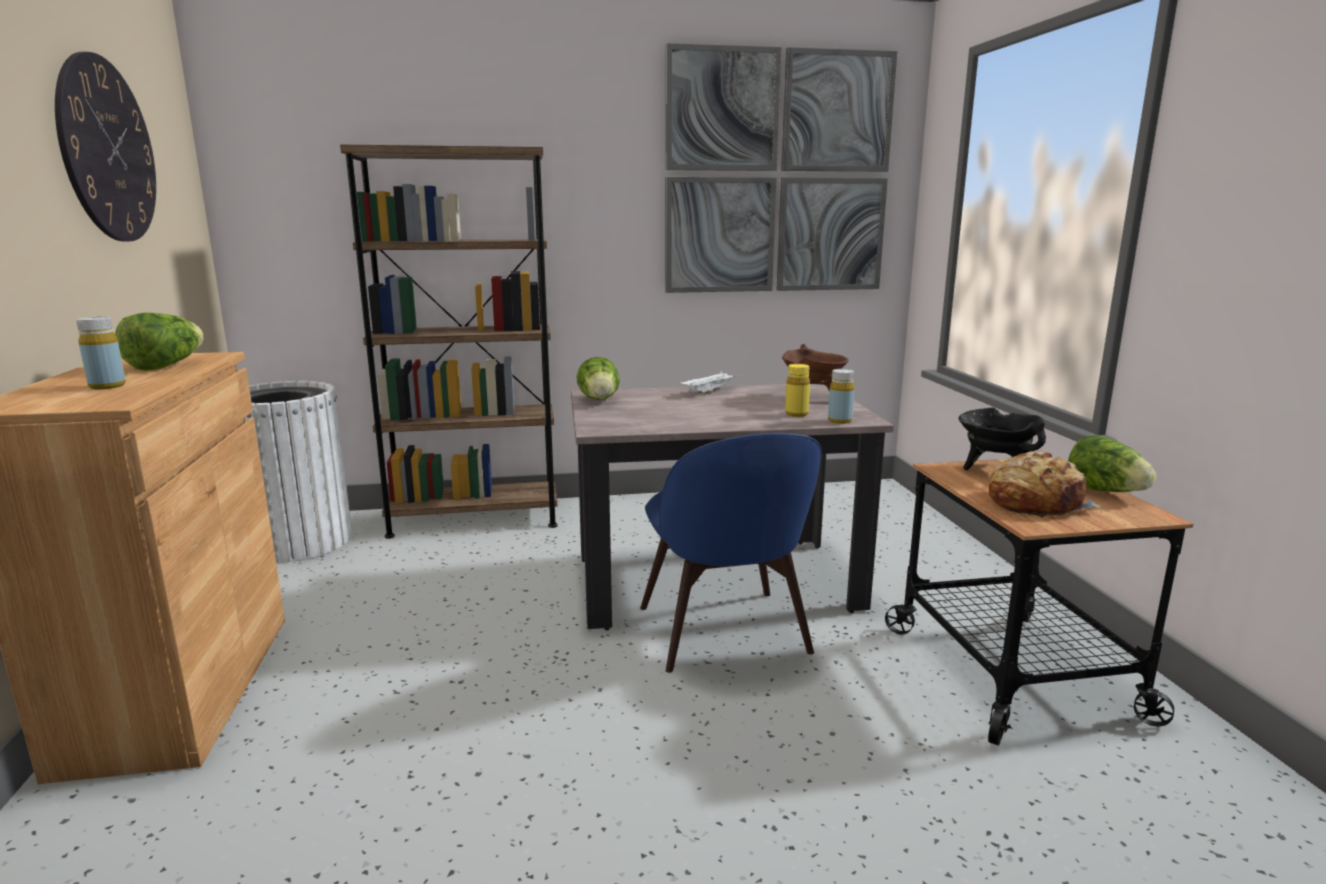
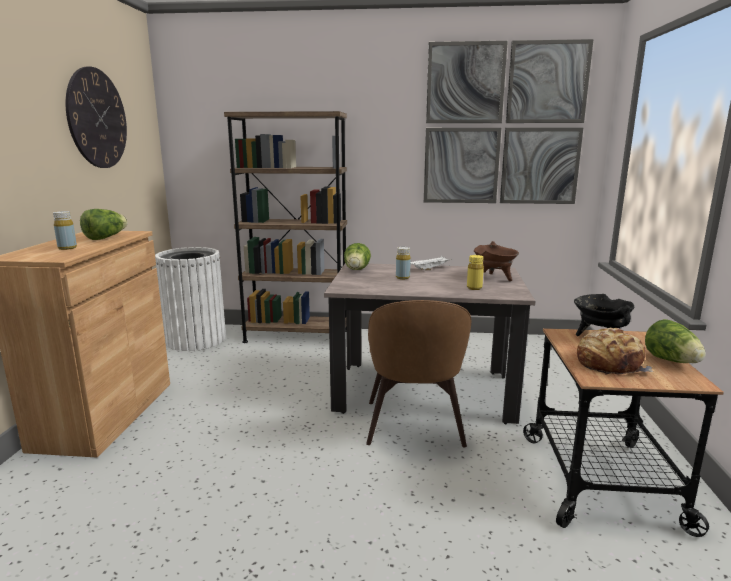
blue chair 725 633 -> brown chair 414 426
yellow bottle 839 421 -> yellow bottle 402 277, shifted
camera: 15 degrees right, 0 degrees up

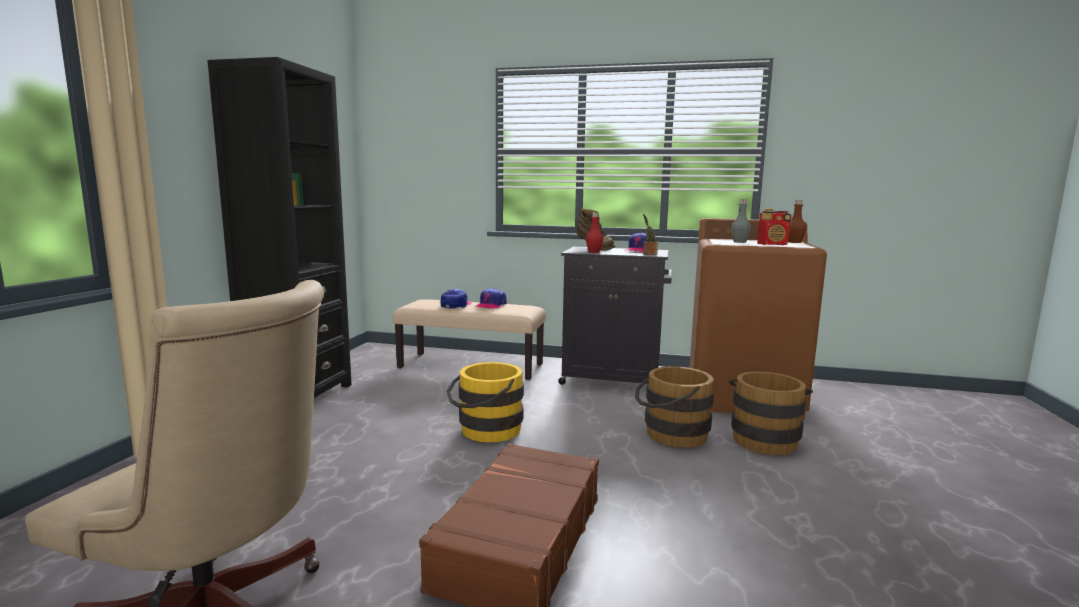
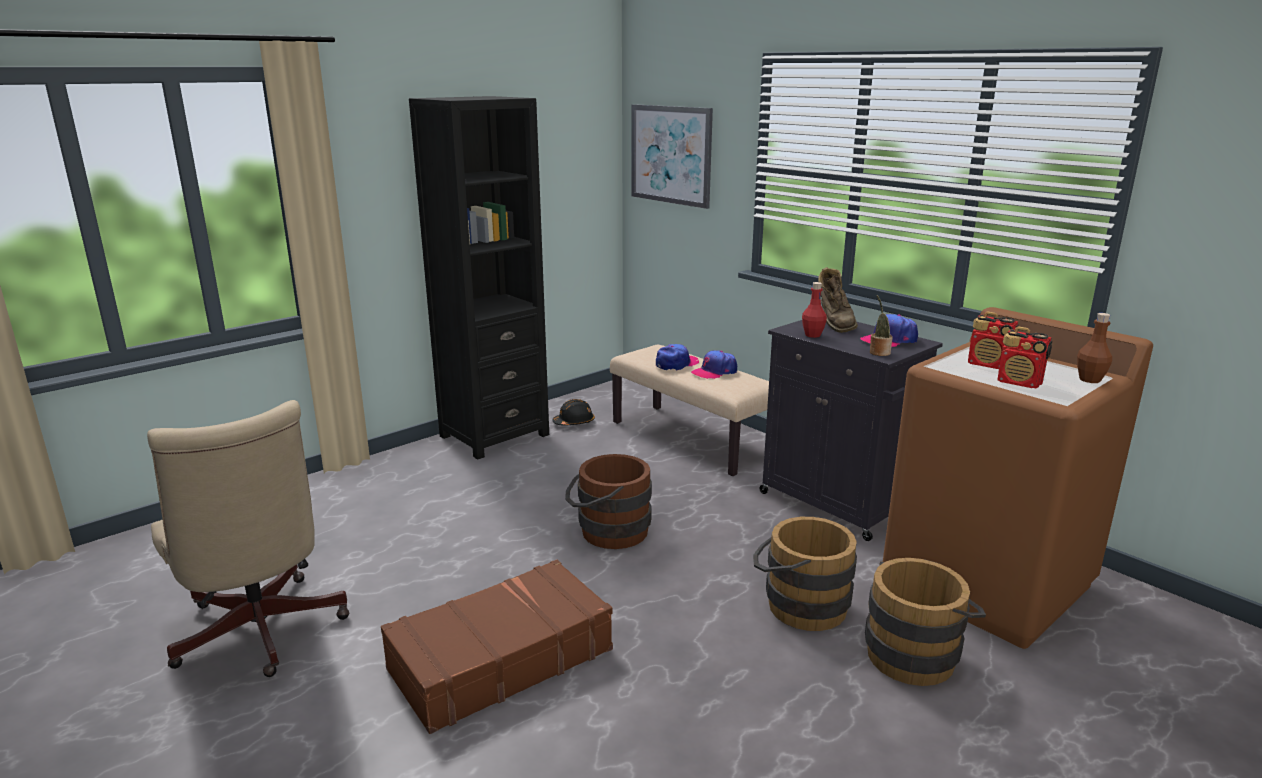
none -> black hard hat 574 422
yellow bucket 485 431 -> brown bucket 607 531
none -> picture 671 155
grey bottle 739 242 -> radio 989 365
camera: 35 degrees right, 10 degrees up

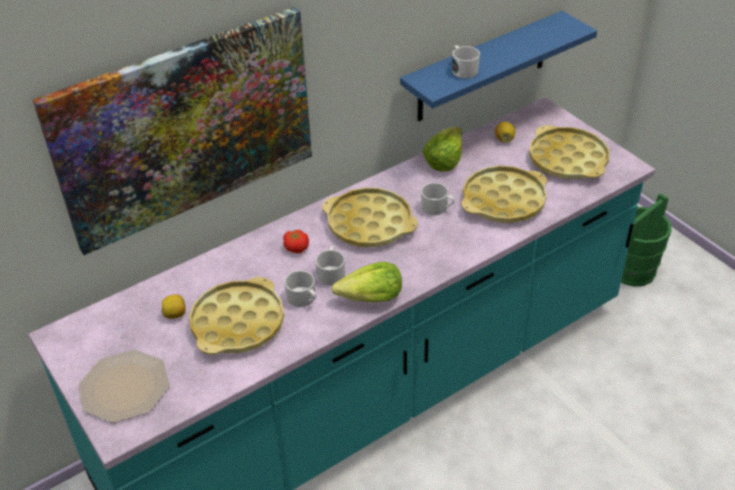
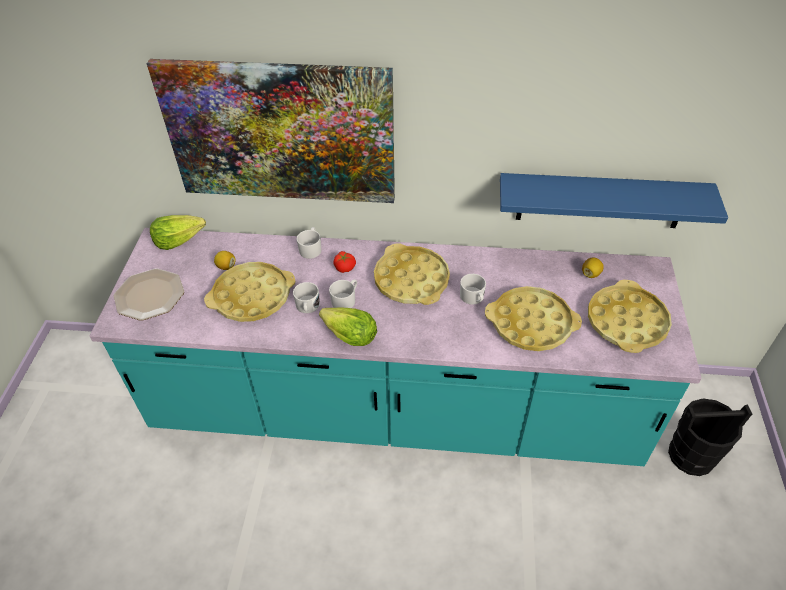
lettuce 444 160 -> lettuce 178 240, shifted
white mug 463 69 -> white mug 311 248, shifted
green bucket 633 270 -> black bucket 692 455
camera: 40 degrees right, 5 degrees up

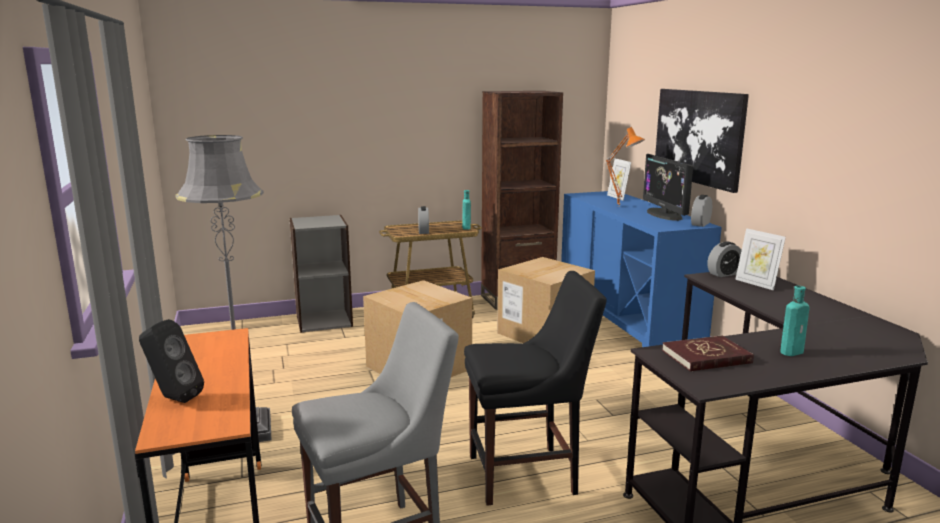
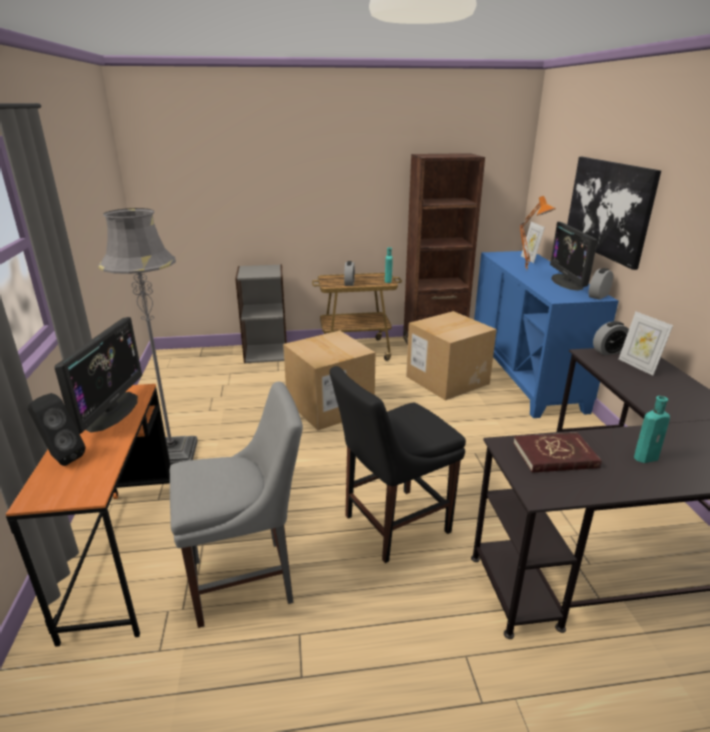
none -> monitor 111 411
black chair 528 474 -> black chair 392 525, 150 degrees clockwise
camera: 10 degrees right, 10 degrees up

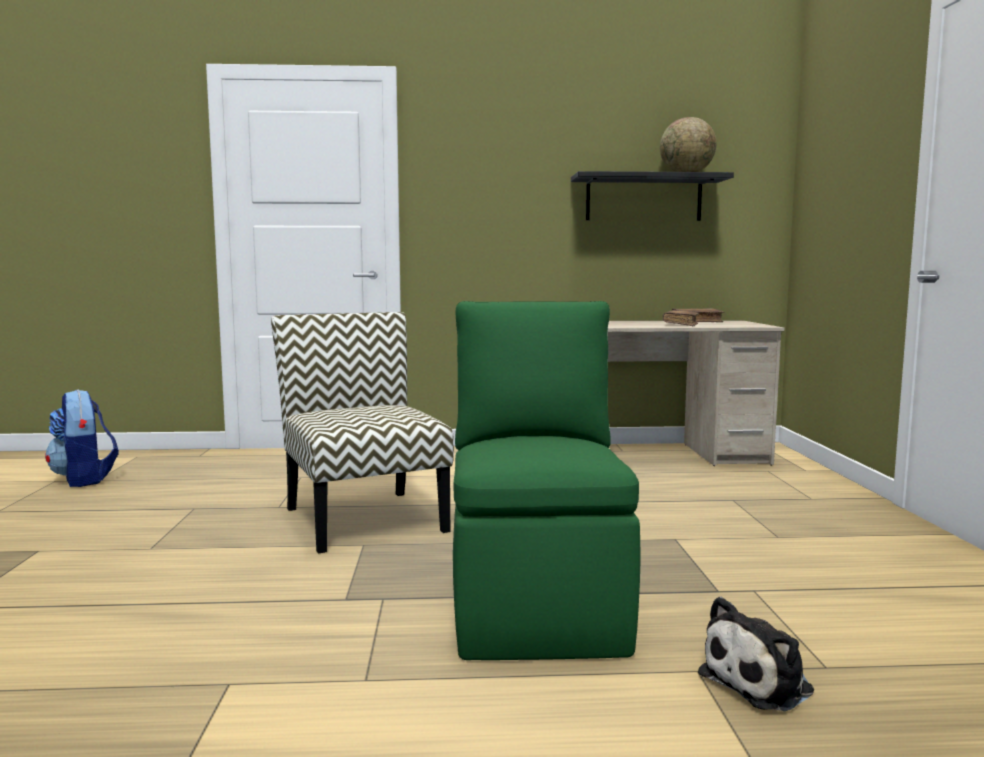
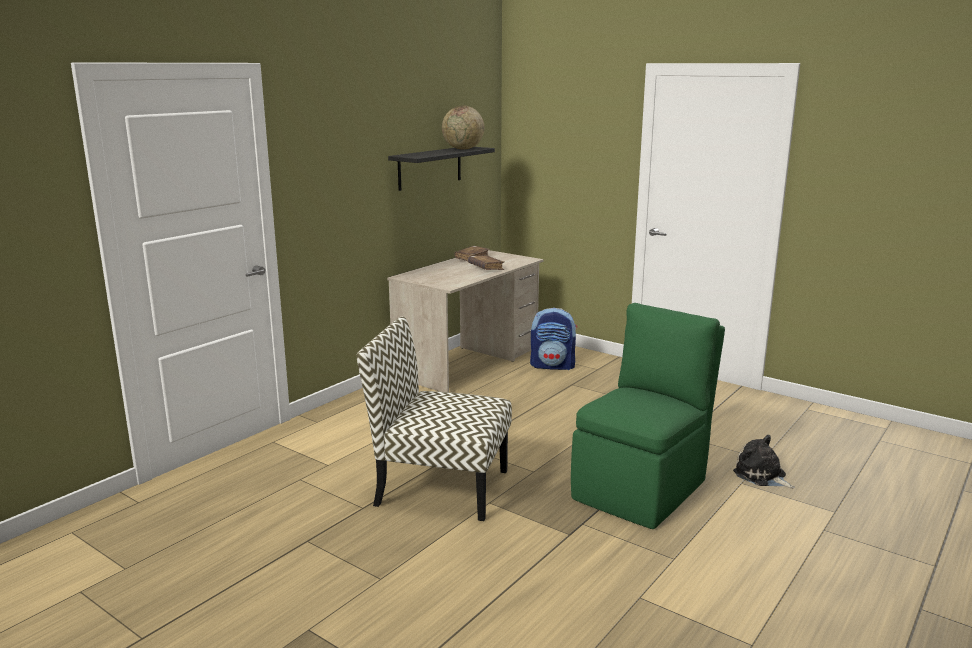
backpack 84 479 -> backpack 553 366, shifted
green chair 537 606 -> green chair 642 488, 90 degrees clockwise
plush toy 761 682 -> plush toy 761 476, 135 degrees clockwise
camera: 50 degrees left, 10 degrees up

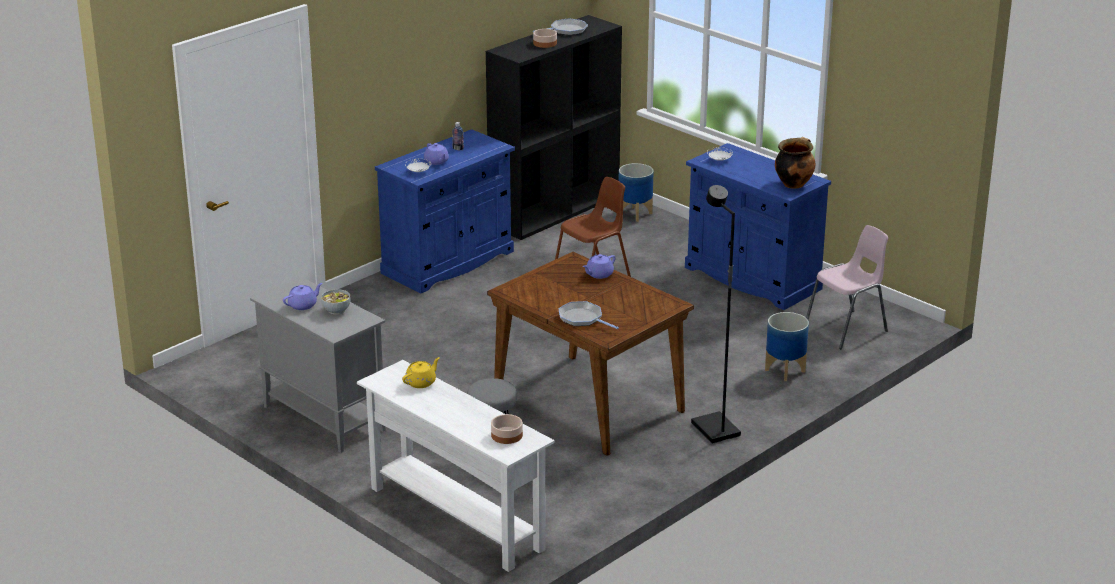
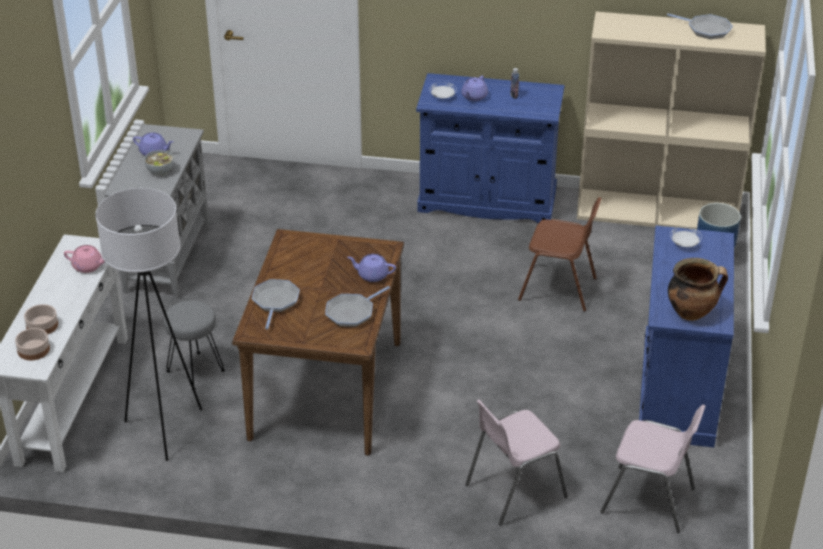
bowl 545 43 -> bowl 41 326, shifted
yellow teapot 421 382 -> pink teapot 88 266
none -> white floor lamp 165 429
none -> frying pan 352 312
planter 784 371 -> pink chair 514 490
black bookcase 555 210 -> beige bookcase 658 211
black floor lamp 714 430 -> none
camera: 55 degrees right, 10 degrees up

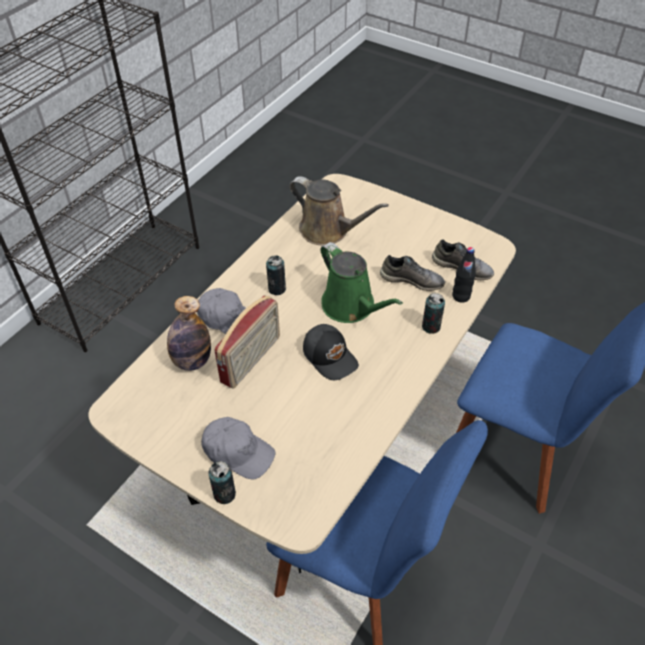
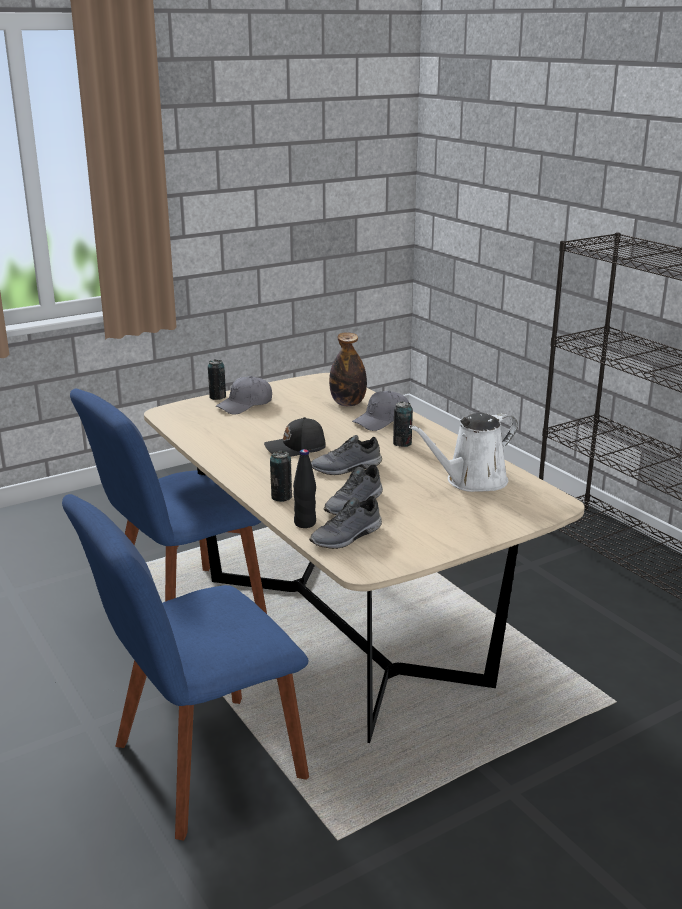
green watering can 351 306 -> grey shoe 346 468
brown watering can 328 231 -> white watering can 471 481
radio 252 360 -> none
camera: 115 degrees right, 25 degrees down

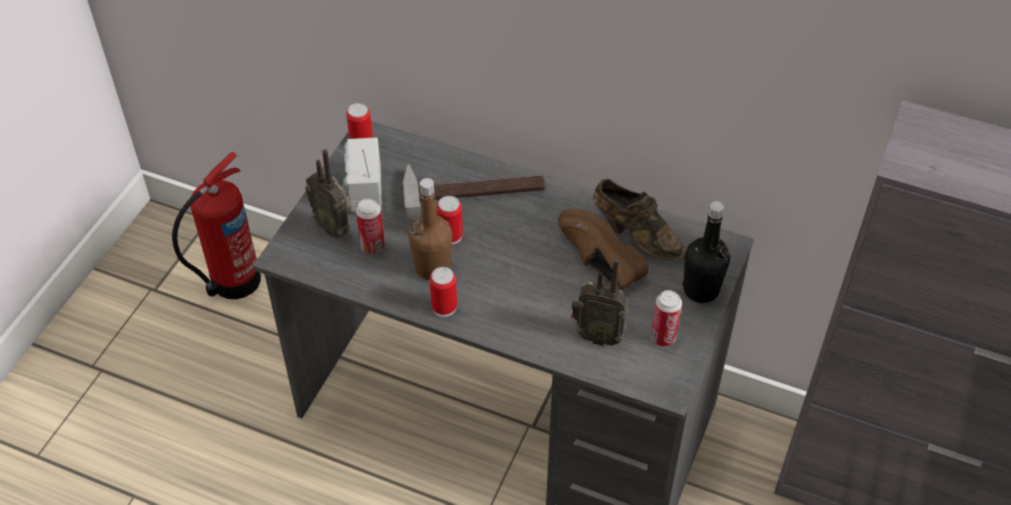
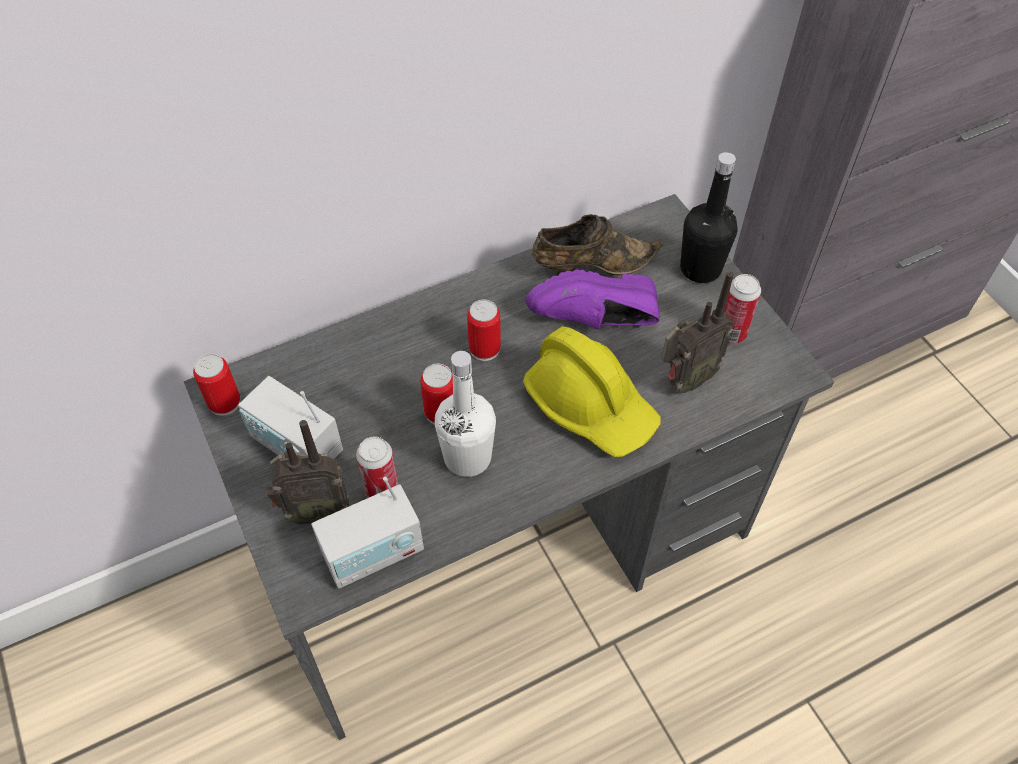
none -> radio 374 553
brown bottle 432 267 -> white bottle 467 457
can 444 307 -> can 484 349, shifted
none -> yellow hard hat 590 406
brown shoe 595 264 -> purple shoe 596 321
fire extinguisher 232 282 -> none
hammer 473 187 -> none
camera: 50 degrees left, 5 degrees up

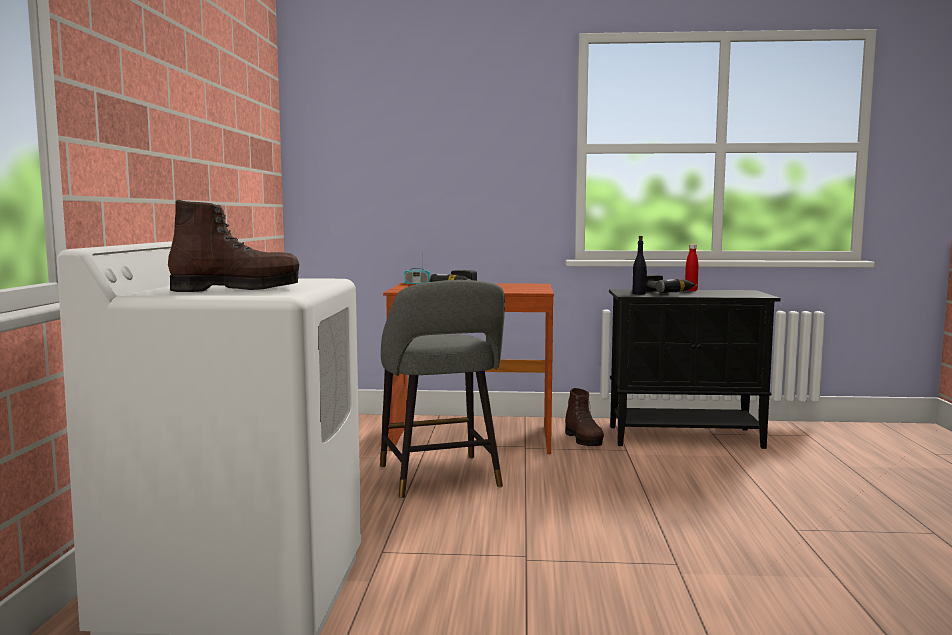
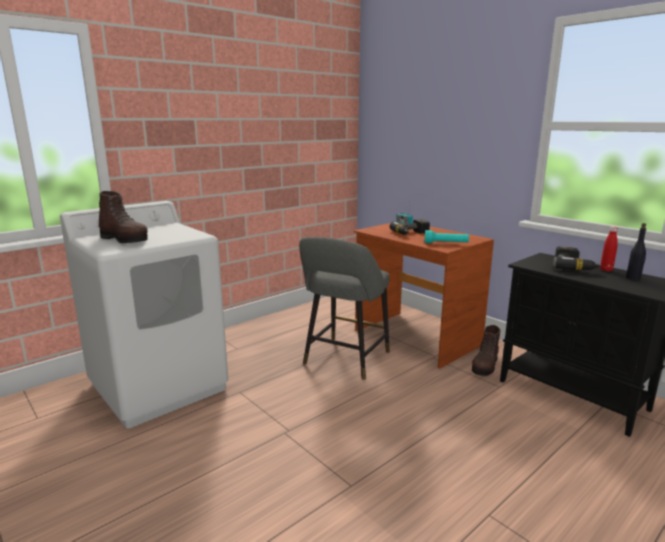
none -> turquoise flashlight 446 243
black bottle 639 293 -> black bottle 633 278, shifted
camera: 45 degrees right, 10 degrees up

